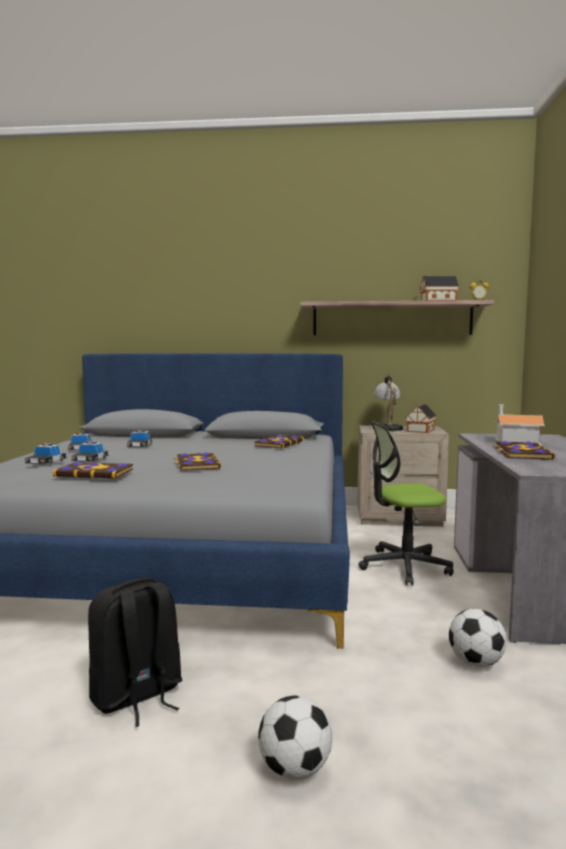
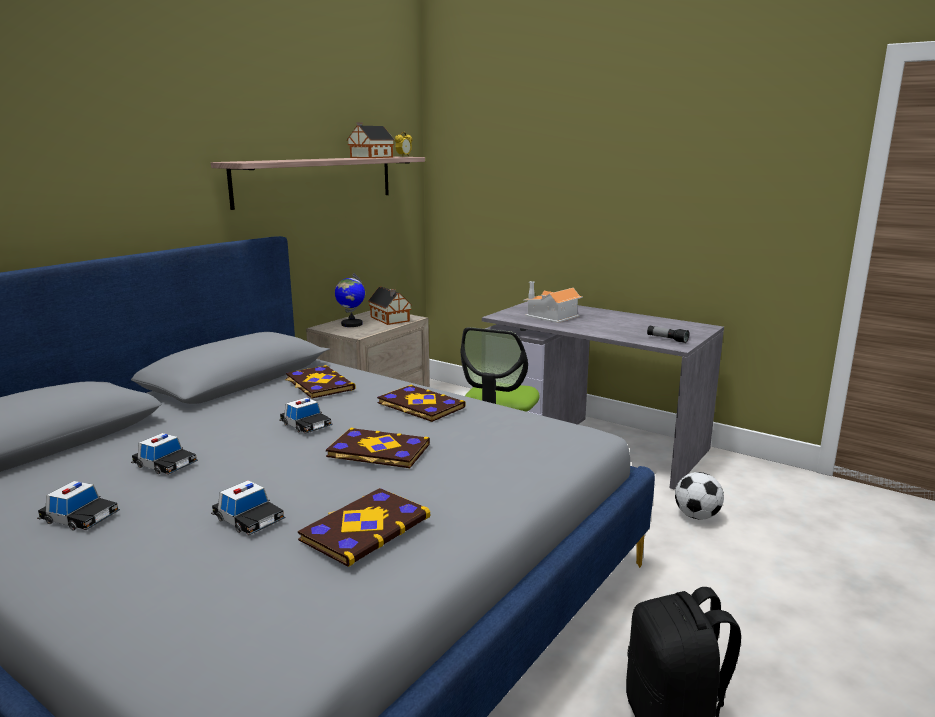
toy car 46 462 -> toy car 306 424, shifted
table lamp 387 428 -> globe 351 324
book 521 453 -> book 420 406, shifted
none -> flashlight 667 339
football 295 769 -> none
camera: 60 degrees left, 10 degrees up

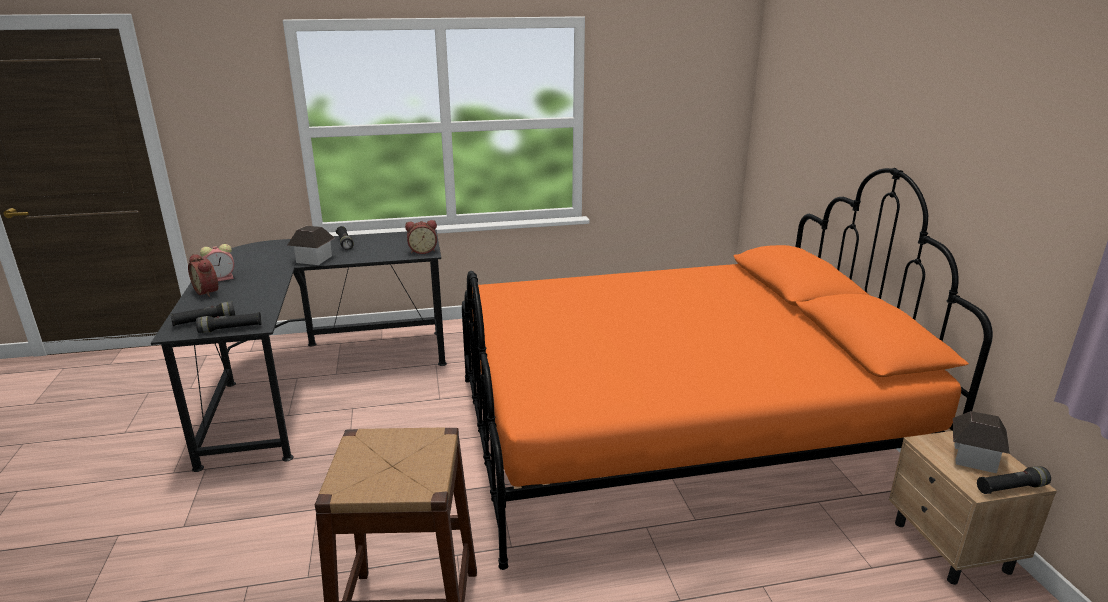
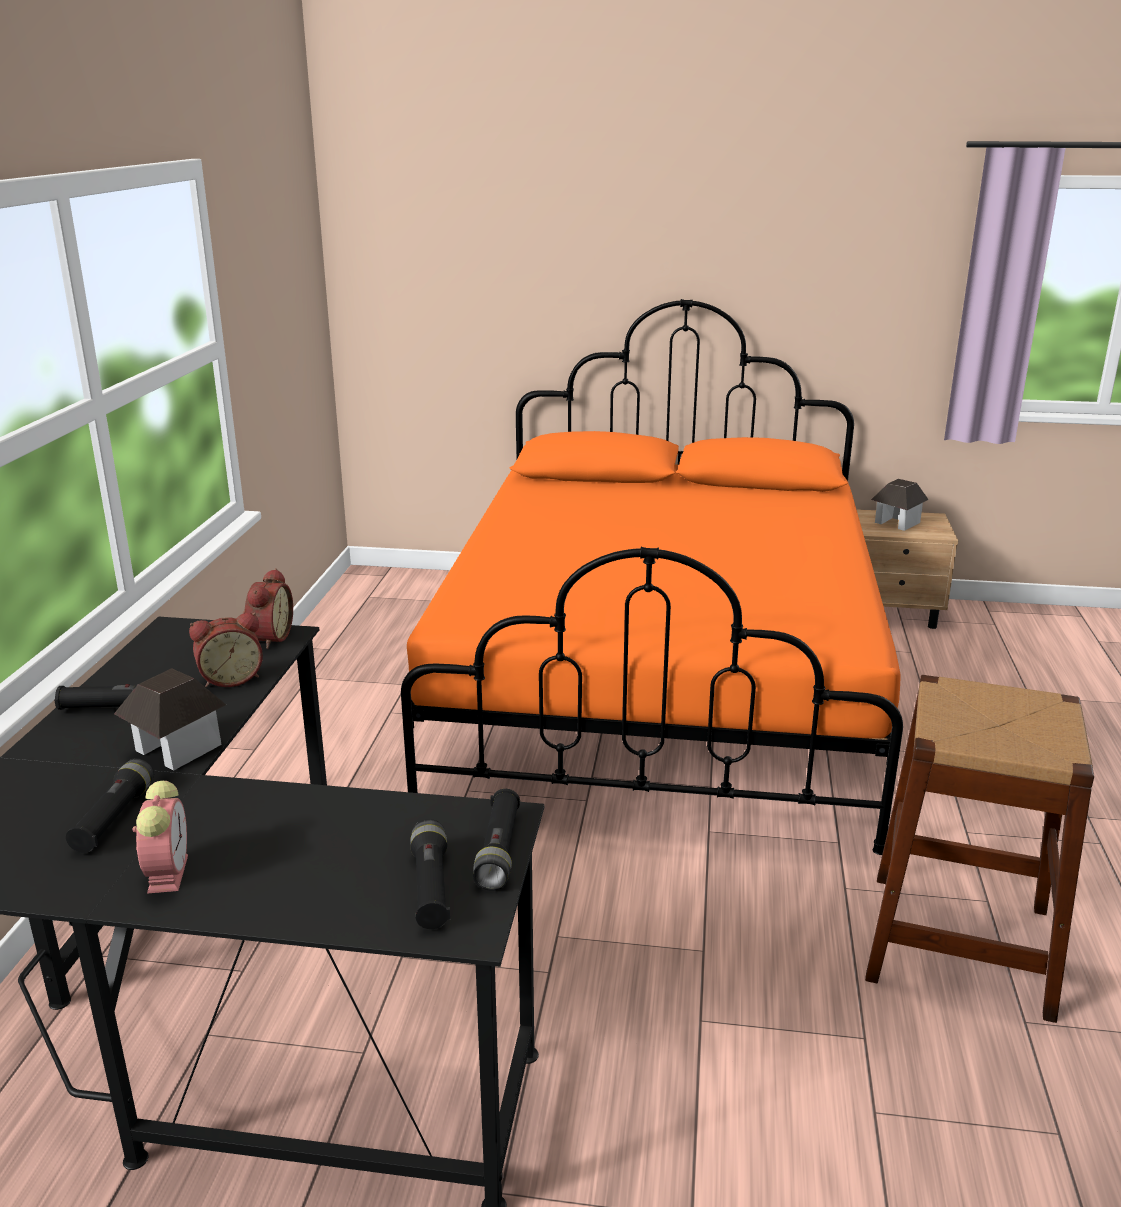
black flashlight 1010 488 -> black flashlight 114 818, shifted
alarm clock 208 291 -> alarm clock 231 678, shifted
camera: 70 degrees left, 0 degrees up

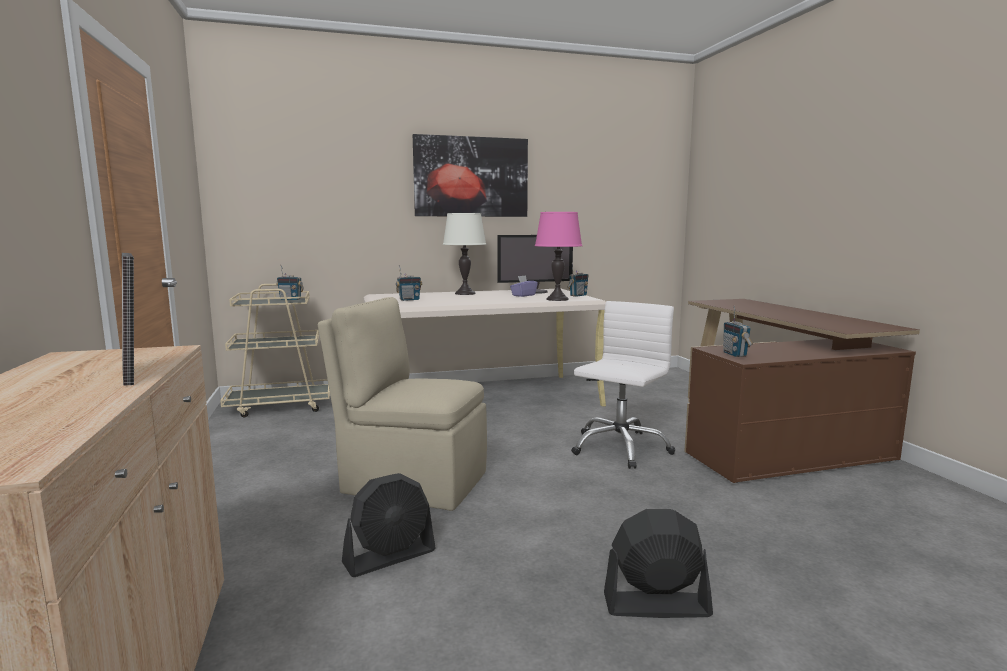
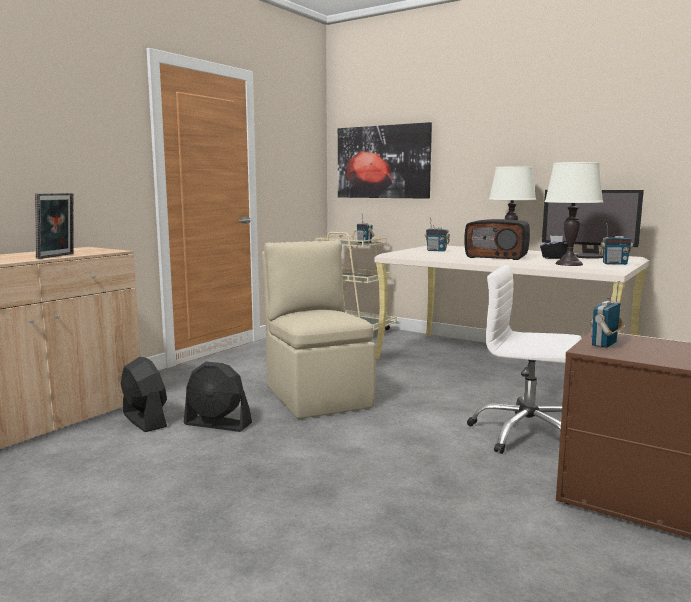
black fan 656 605 -> black fan 144 420, shifted
picture 471 177 -> picture 383 162, shifted
none -> radio 497 256
white office chair 619 447 -> white office chair 526 434, 150 degrees counterclockwise
purple tissue box 523 295 -> black tissue box 555 258
pink table lamp 557 299 -> white table lamp 569 264
camera: 50 degrees right, 0 degrees up

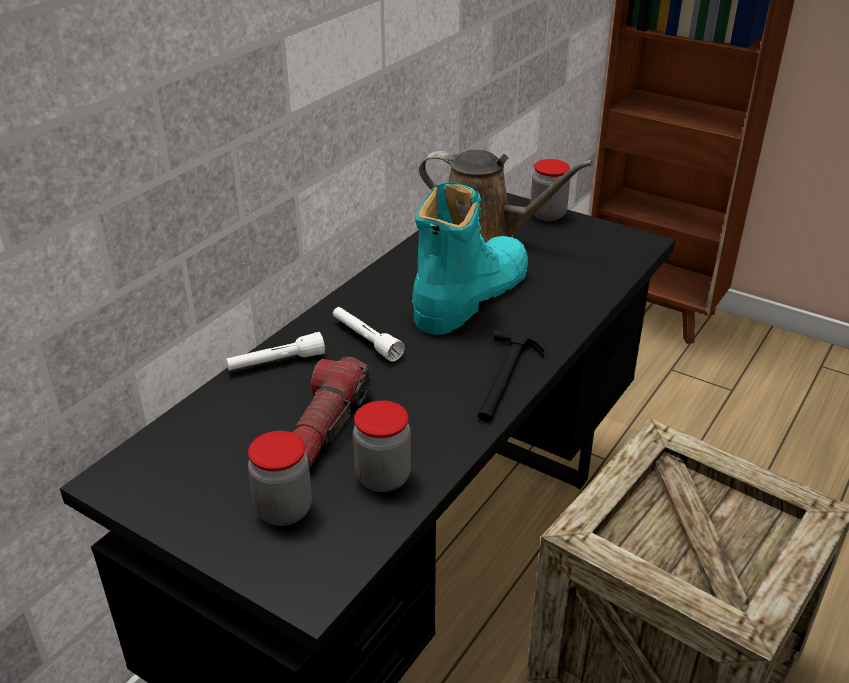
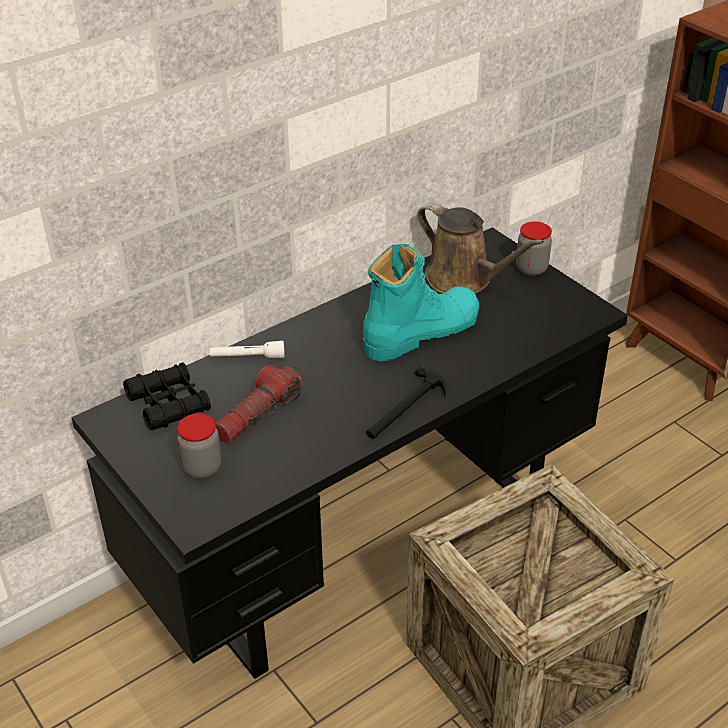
none -> black binoculars 168 404
white flashlight 366 340 -> none
jar 383 477 -> none
camera: 20 degrees right, 5 degrees up

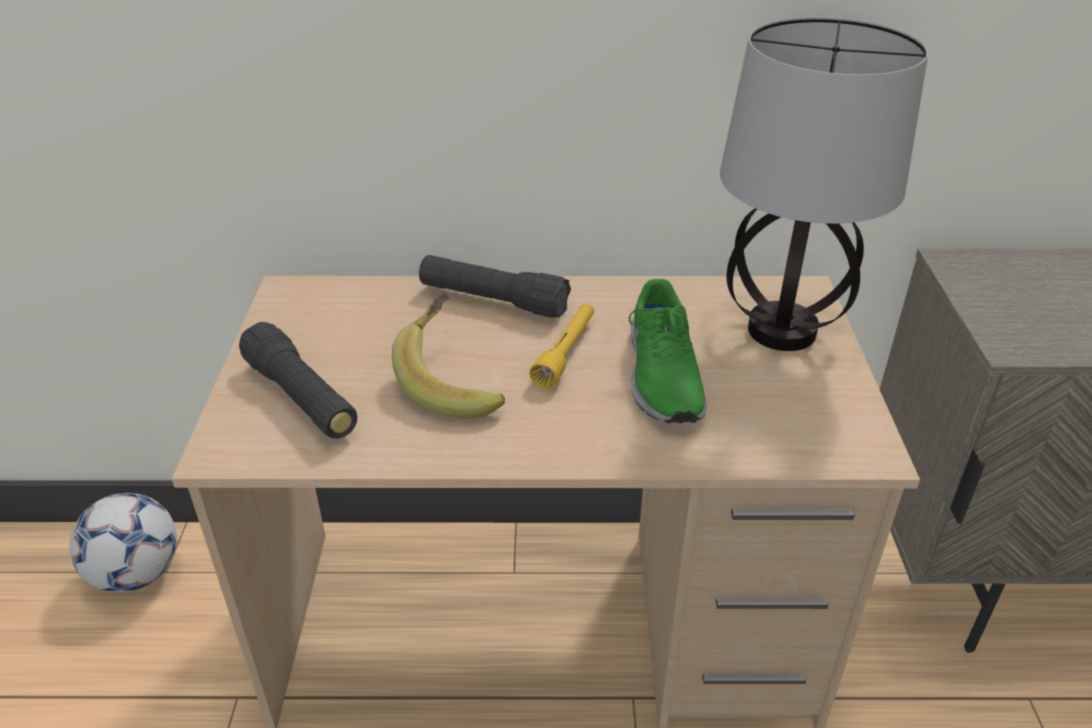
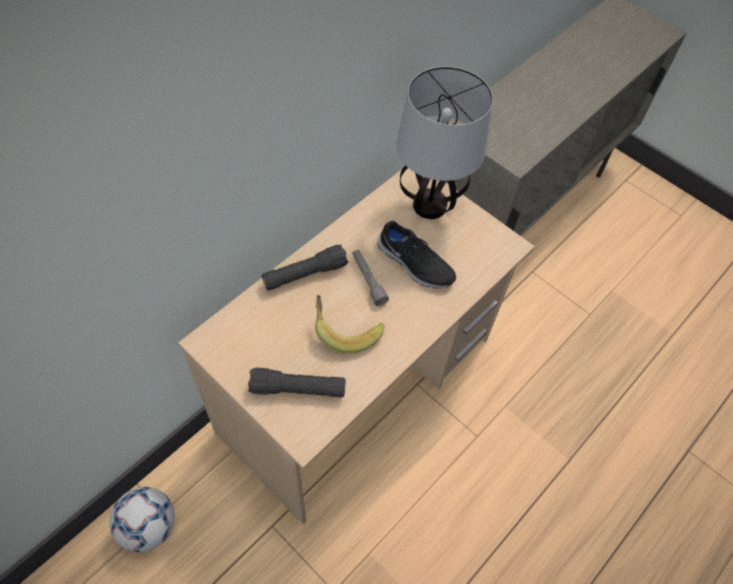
yellow flashlight 566 353 -> grey flashlight 368 280
green shoe 661 376 -> black shoe 414 264
camera: 50 degrees left, 20 degrees up

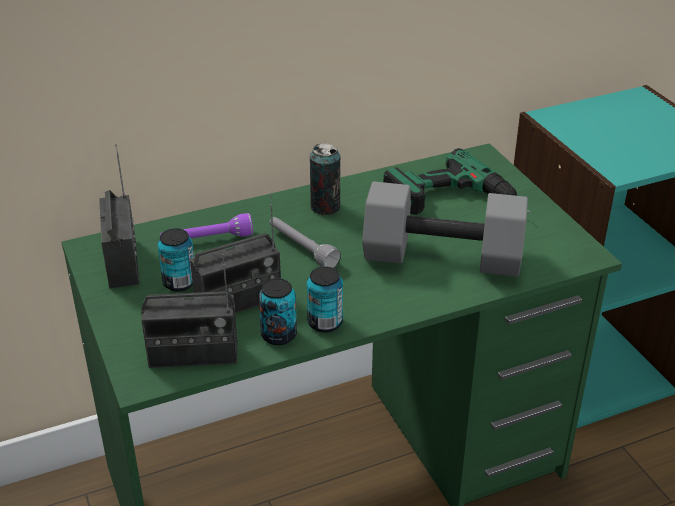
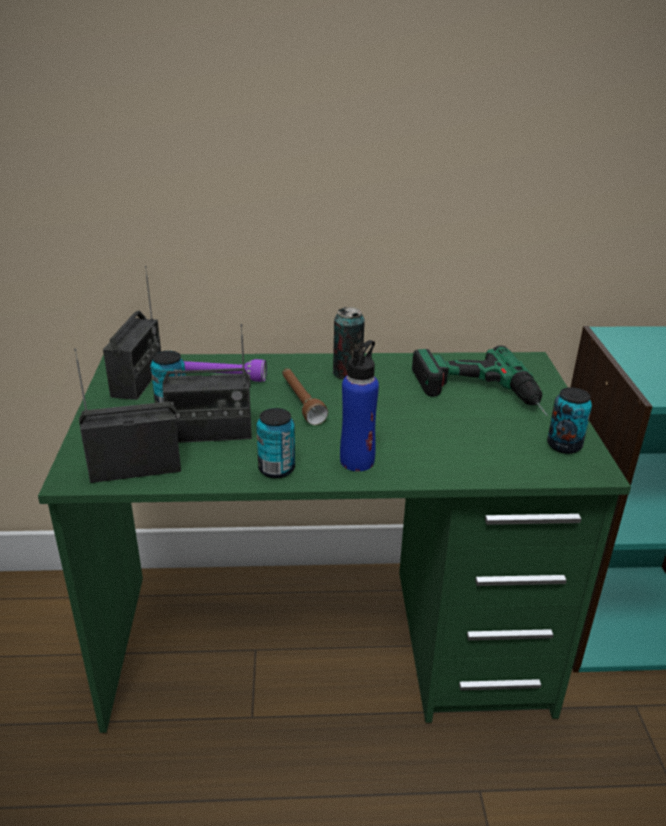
radio 193 355 -> radio 135 467, 150 degrees clockwise
grey flashlight 302 249 -> brown flashlight 301 402
none -> blue bottle 357 461
can 279 335 -> can 564 445, shifted
grey dumbbell 440 258 -> none
camera: 20 degrees right, 5 degrees down

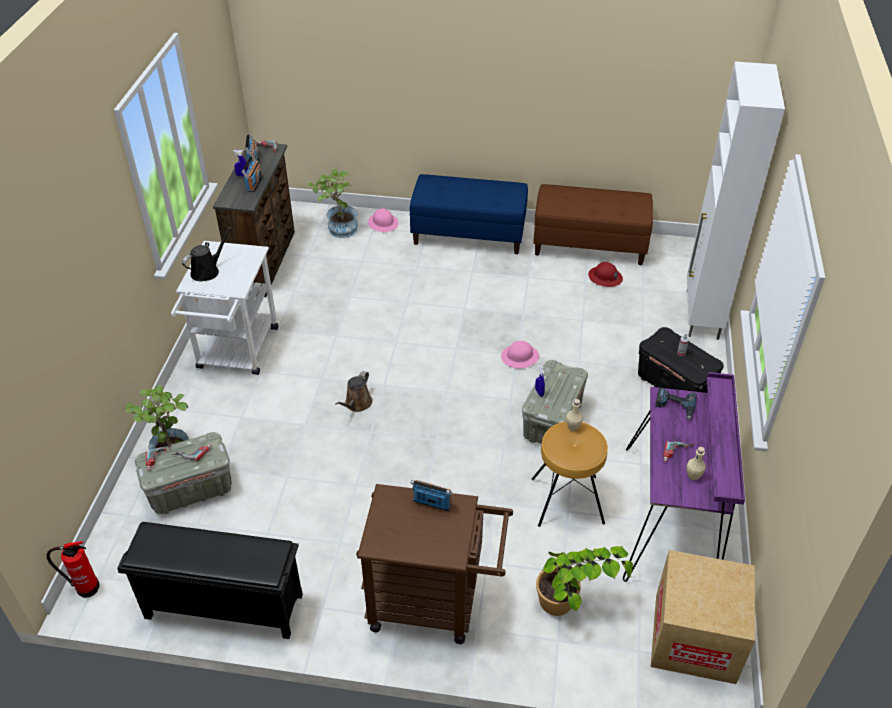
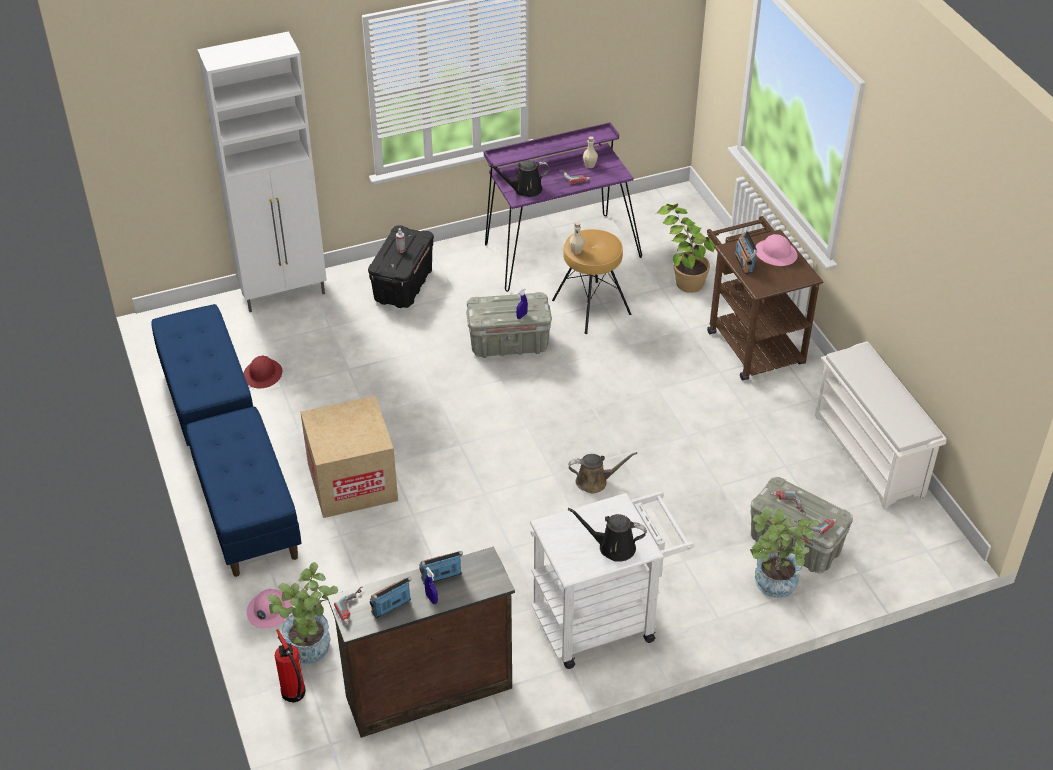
brown bench 589 246 -> blue bench 208 404
fire extinguisher 85 587 -> fire extinguisher 294 694, shifted
cardboard box 694 638 -> cardboard box 352 482, shifted
power drill 675 406 -> black watering can 524 189
pink hard hat 520 357 -> pink hard hat 776 253, shifted
black shoe rack 222 607 -> white shoe rack 870 455
camera: 120 degrees left, 0 degrees up

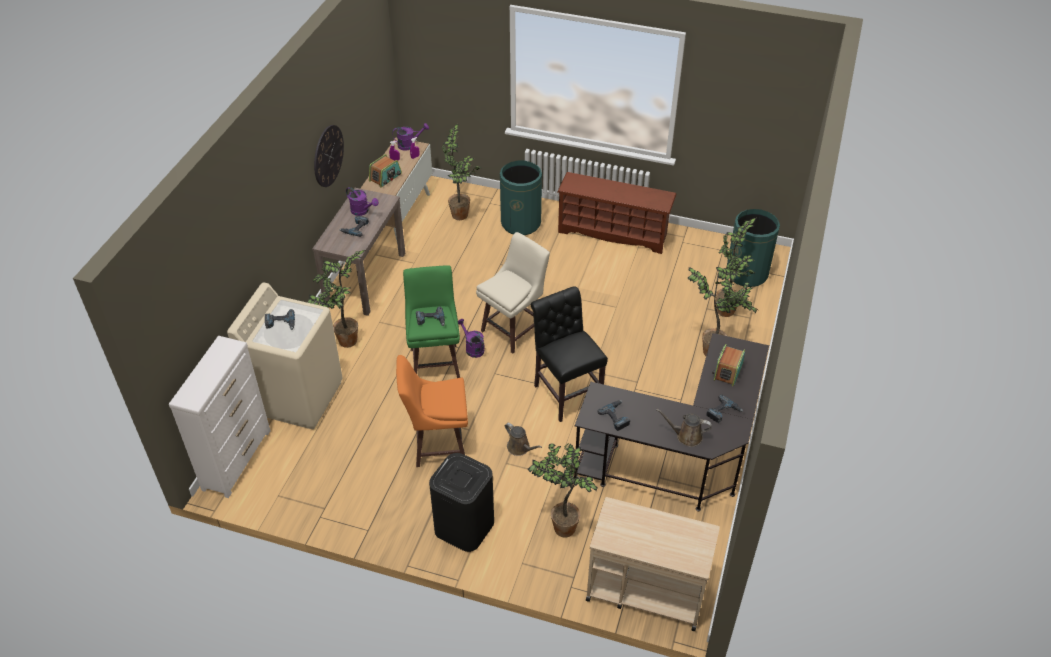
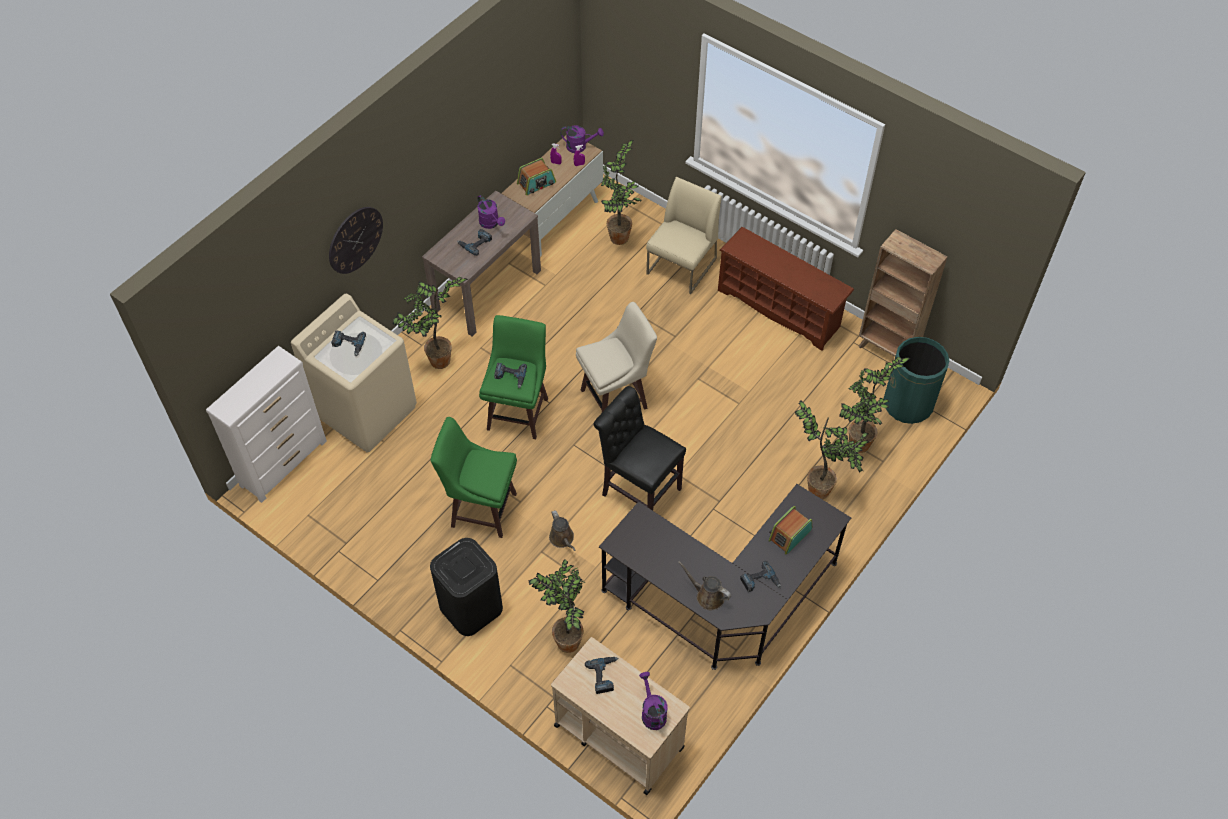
wall clock 328 156 -> wall clock 355 240, shifted
orange stool 437 445 -> green stool 481 509
power drill 616 417 -> power drill 604 675, shifted
black chair 566 392 -> black chair 638 490, 45 degrees counterclockwise
purple watering can 472 348 -> purple watering can 652 712, shifted
green trash can 521 223 -> beige chair 682 266
none -> brown bookcase 887 350
camera: 20 degrees right, 10 degrees up

